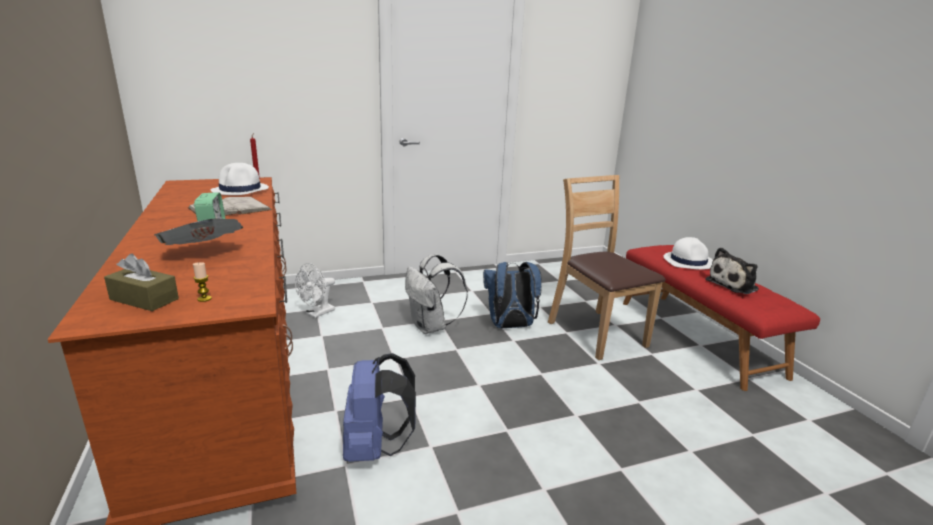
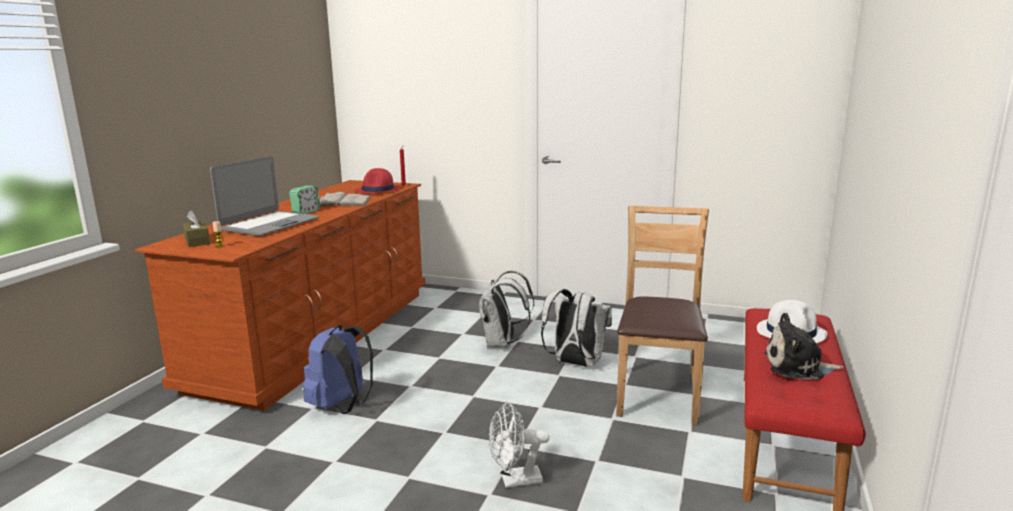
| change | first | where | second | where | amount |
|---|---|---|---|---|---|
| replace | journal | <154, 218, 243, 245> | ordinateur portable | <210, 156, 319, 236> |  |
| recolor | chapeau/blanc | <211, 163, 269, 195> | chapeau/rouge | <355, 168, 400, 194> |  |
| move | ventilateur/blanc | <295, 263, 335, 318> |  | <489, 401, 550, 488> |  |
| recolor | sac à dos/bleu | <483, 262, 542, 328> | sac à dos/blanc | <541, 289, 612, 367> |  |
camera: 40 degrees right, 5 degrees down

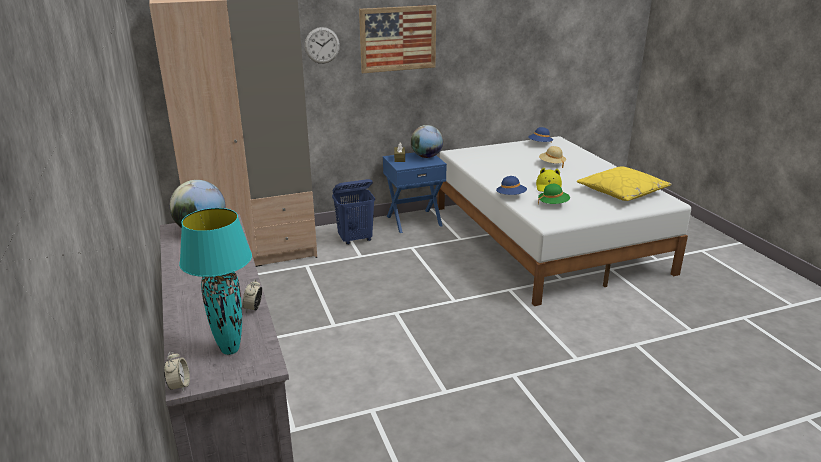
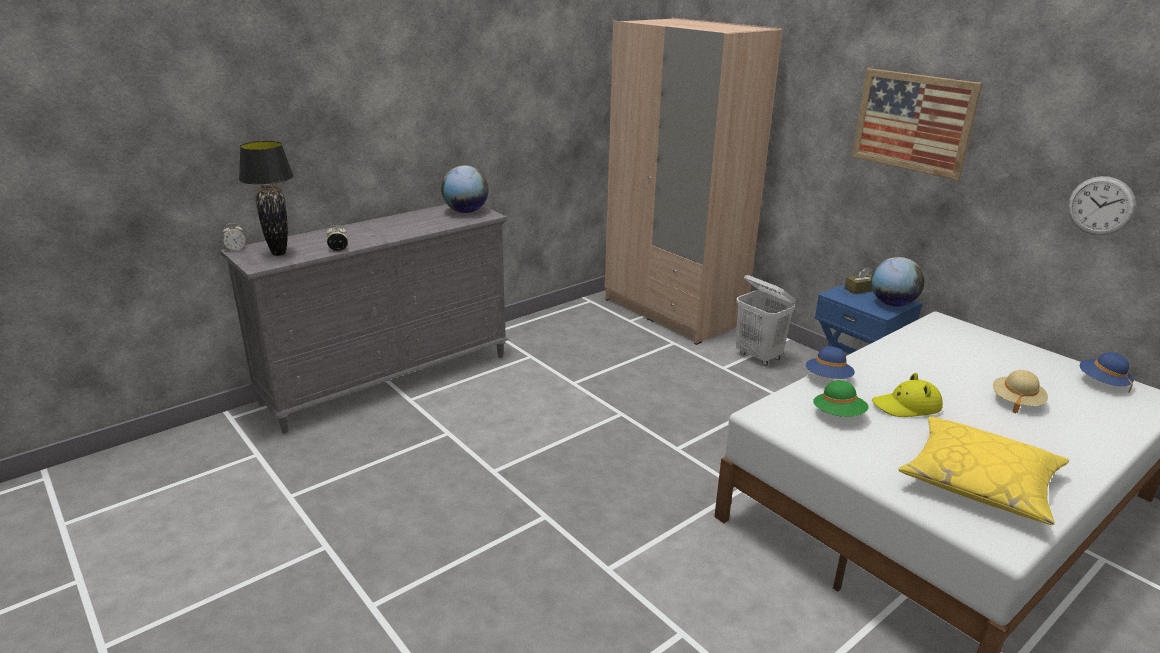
| change | first | where | second | where | amount |
|---|---|---|---|---|---|
| recolor | lampe de table/turquoise | <179, 208, 252, 355> | lampe de table/noir | <239, 141, 294, 256> |  |
| recolor | panier à linge/bleu | <332, 179, 375, 245> | panier à linge/blanc | <736, 275, 796, 366> |  |
| move | horloge murale | <305, 27, 340, 64> |  | <1068, 176, 1136, 235> |  |
camera: 70 degrees right, 0 degrees up

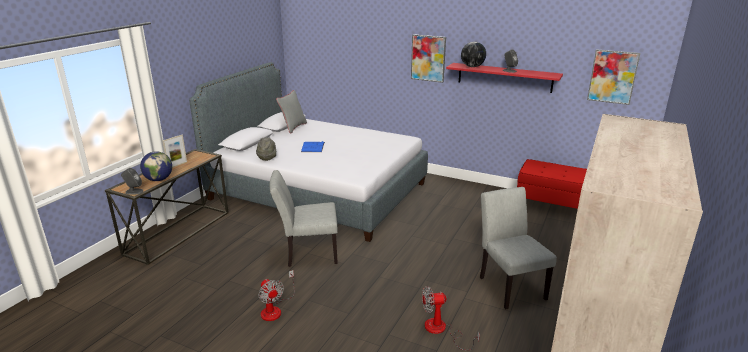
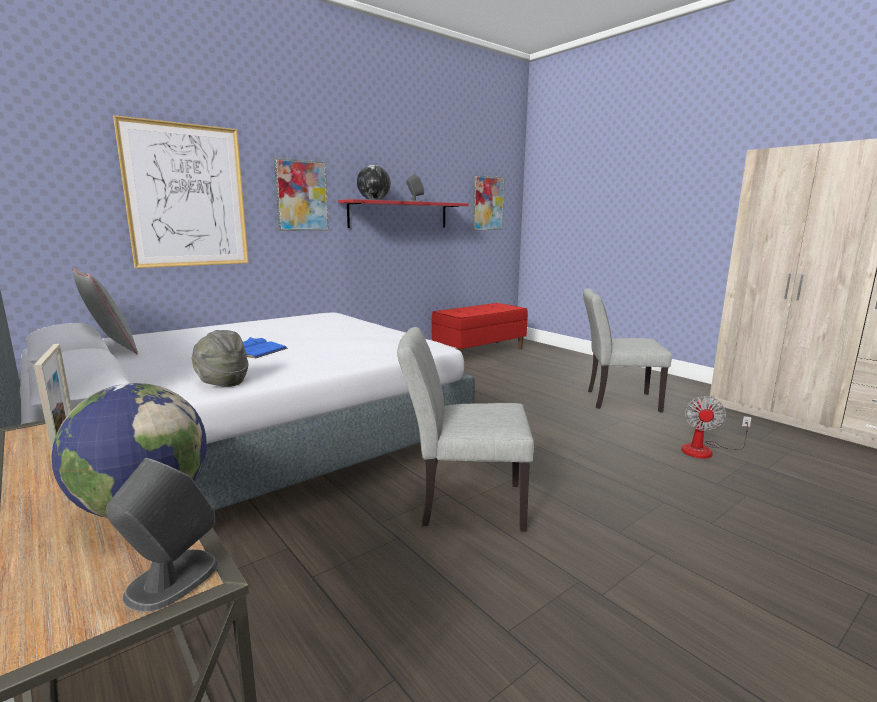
| change | first | where | second | where | amount |
|---|---|---|---|---|---|
| insert |  |  | tableau | <113, 115, 249, 268> |  |
| rotate | chaise/gris | <270, 170, 338, 267> |  | <397, 327, 534, 532> | 75 degrees clockwise |
| delete | ventilateur | <258, 270, 295, 321> |  |  |  |
camera: 65 degrees left, 10 degrees down

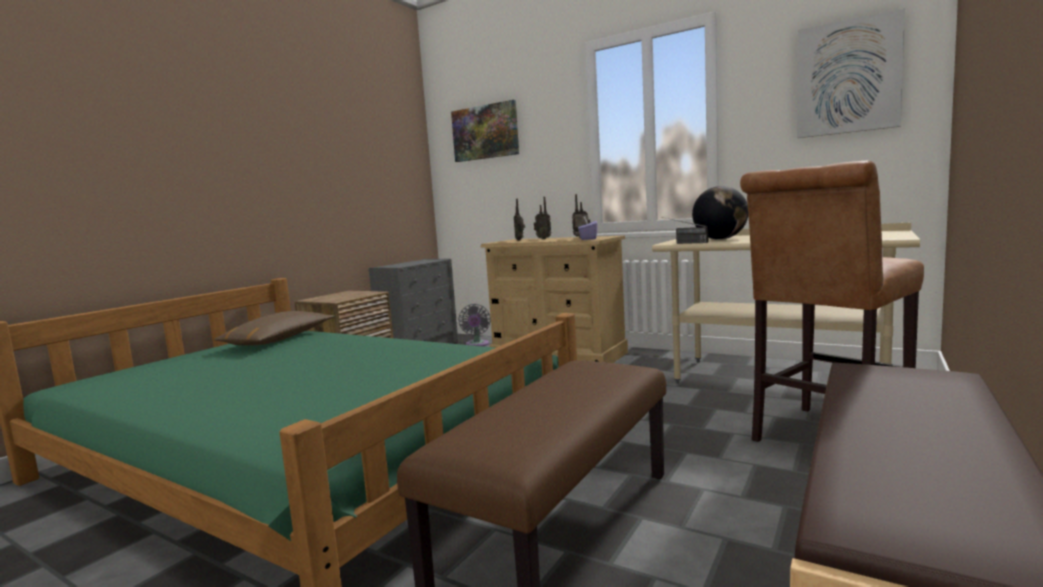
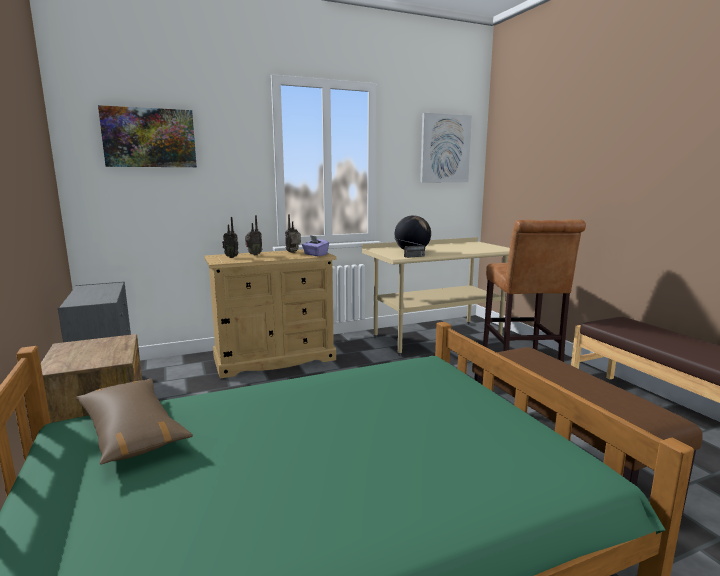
| change | first | where | second | where | amount |
|---|---|---|---|---|---|
| delete | ventilateur/gris | <458, 304, 491, 346> |  |  |  |
camera: 55 degrees left, 5 degrees up

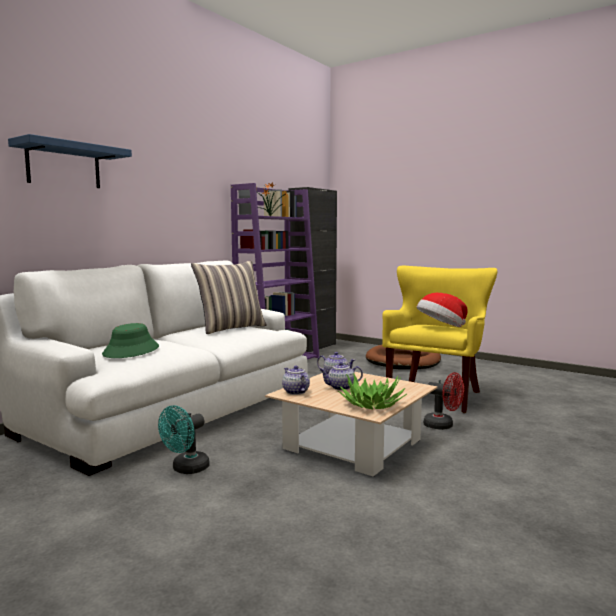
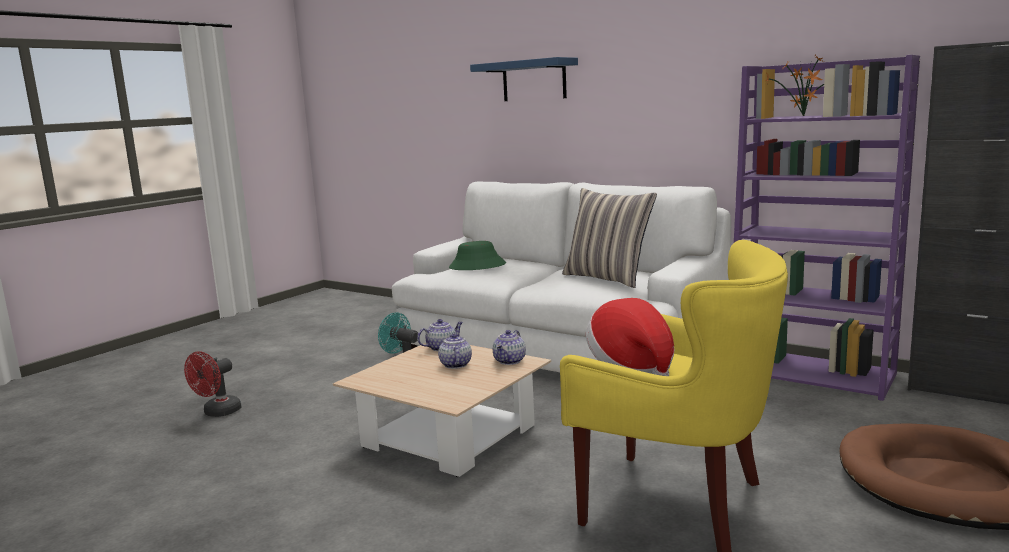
| change | first | where | second | where | amount |
|---|---|---|---|---|---|
| move | ventilateur/rouge | <423, 372, 464, 430> |  | <184, 351, 242, 417> |  |
| delete | plante en pot | <338, 373, 407, 409> |  |  |  |
camera: 90 degrees right, 5 degrees up

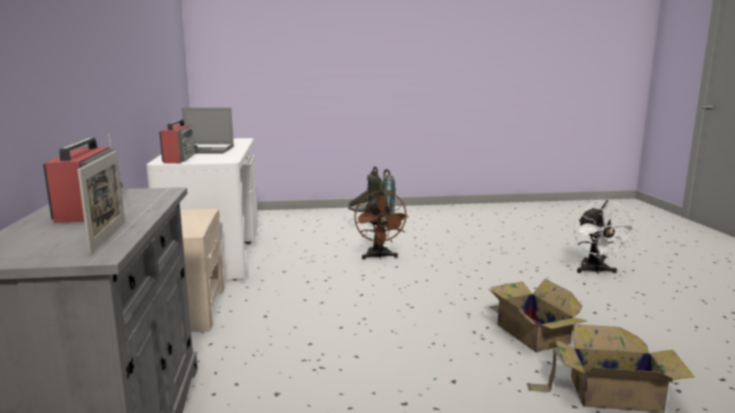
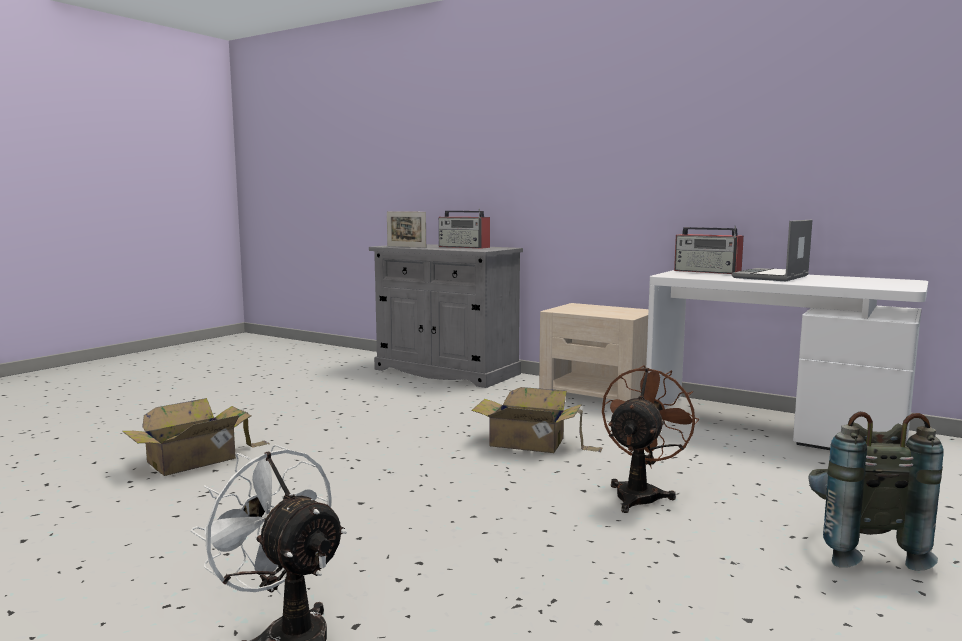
| change | first | where | second | where | amount |
|---|---|---|---|---|---|
| move | carton | <489, 279, 587, 352> |  | <471, 387, 602, 453> |  |
| rotate | ventilateur/marron | <354, 190, 409, 260> |  | <602, 365, 699, 513> | 90 degrees clockwise |
camera: 130 degrees right, 5 degrees down

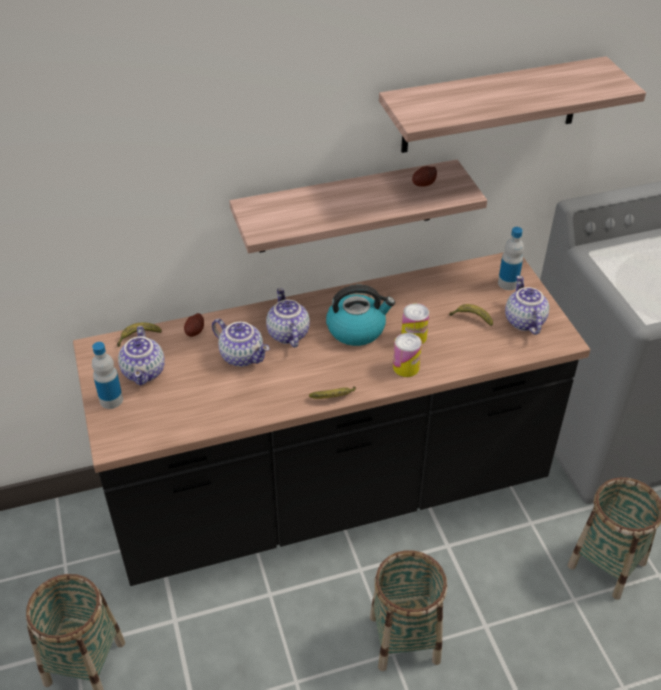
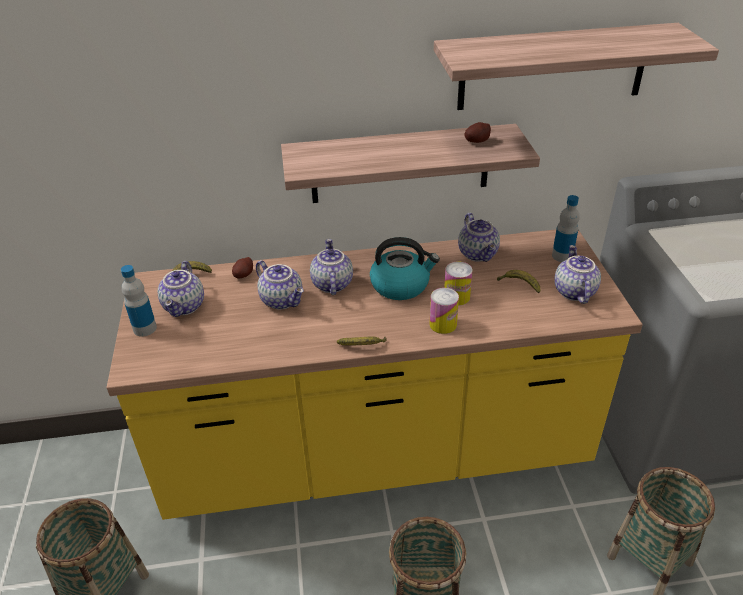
| change | first | where | second | where | amount |
|---|---|---|---|---|---|
| recolor | comptoir de cuisine/noir | <73, 252, 590, 586> | comptoir de cuisine/jaune | <107, 229, 643, 520> |  |
| insert |  |  | théière | <458, 213, 500, 262> |  |
camera: 10 degrees right, 5 degrees down

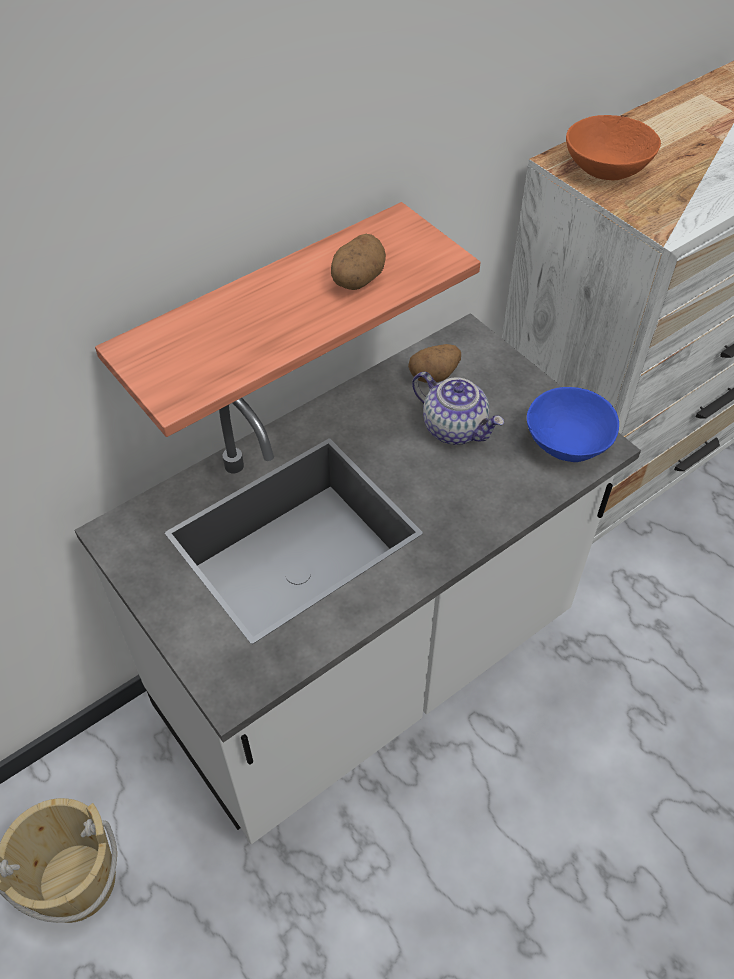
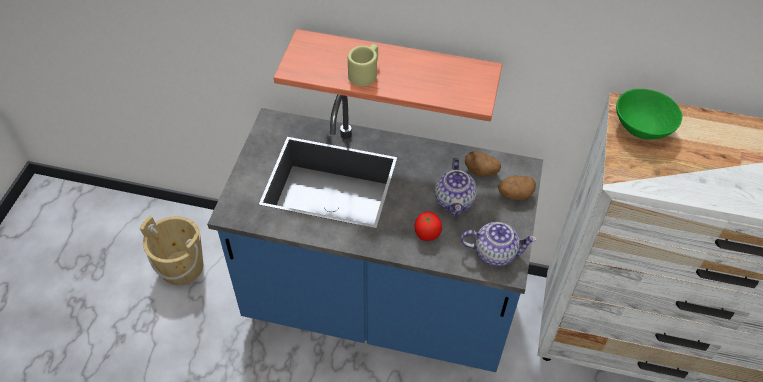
| change | first | where | second | where | amount |
|---|---|---|---|---|---|
| recolor | comptoir de cuisine/blanc | <75, 313, 641, 844> | comptoir de cuisine/bleu | <207, 95, 543, 372> |  |
| insert |  |  | mug/beige | <348, 44, 378, 87> |  |
| insert |  |  | tomate | <415, 211, 442, 241> |  |
| replace | bol/bleu | <527, 387, 619, 462> | théière | <461, 222, 537, 267> |  |
| move | pomme de terre | <331, 234, 386, 290> |  | <498, 175, 536, 200> |  |
| recolor | bol/orange | <566, 115, 661, 180> | bol/vert | <616, 89, 682, 140> |  |
camera: 50 degrees right, 0 degrees up

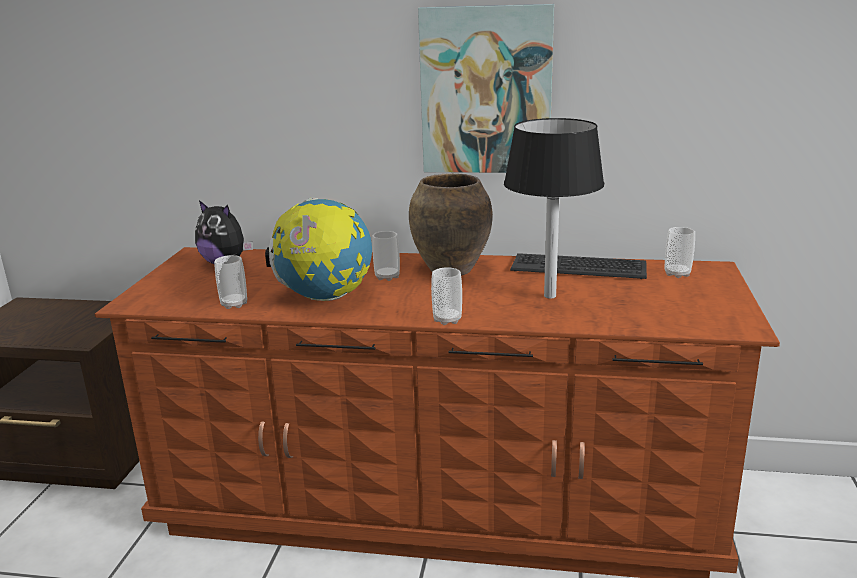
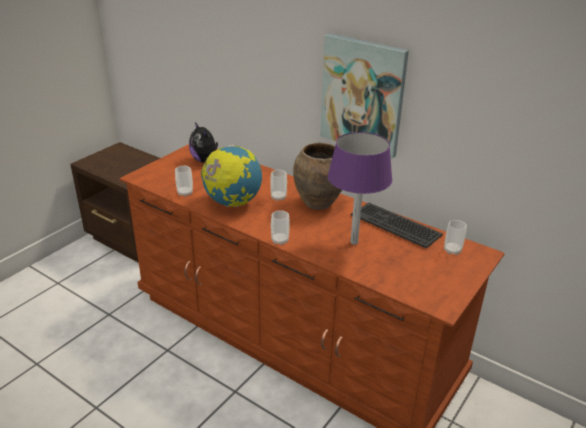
| change | first | where | second | where | amount |
|---|---|---|---|---|---|
| recolor | lampe de table/noir | <504, 118, 605, 298> | lampe de table/violet | <328, 132, 393, 245> |  |
camera: 25 degrees right, 10 degrees up

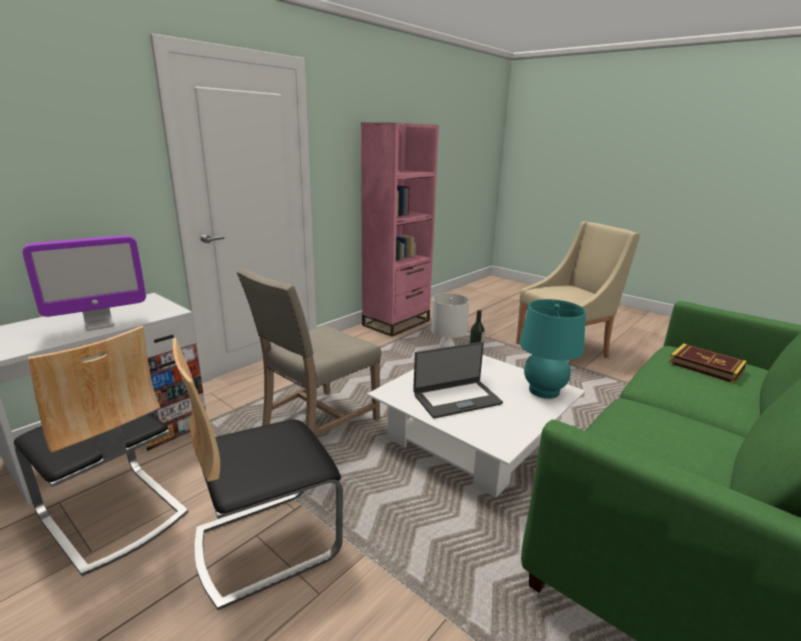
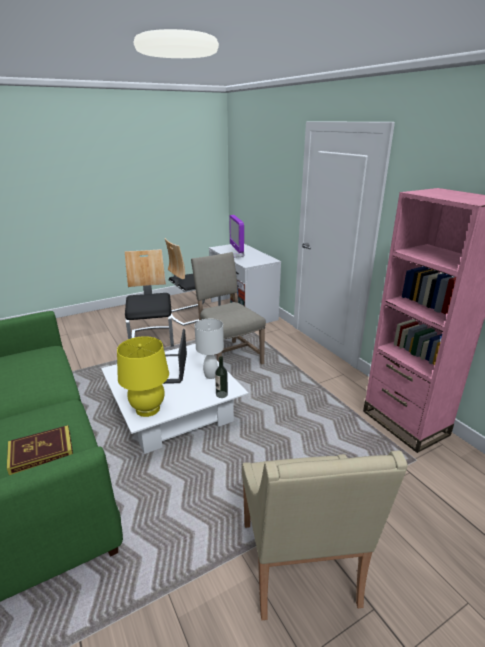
| change | first | where | second | where | amount |
|---|---|---|---|---|---|
| recolor | lampe de table/turquoise | <519, 299, 586, 399> | lampe de table/jaune | <117, 336, 169, 417> |  |
camera: 110 degrees right, 5 degrees up

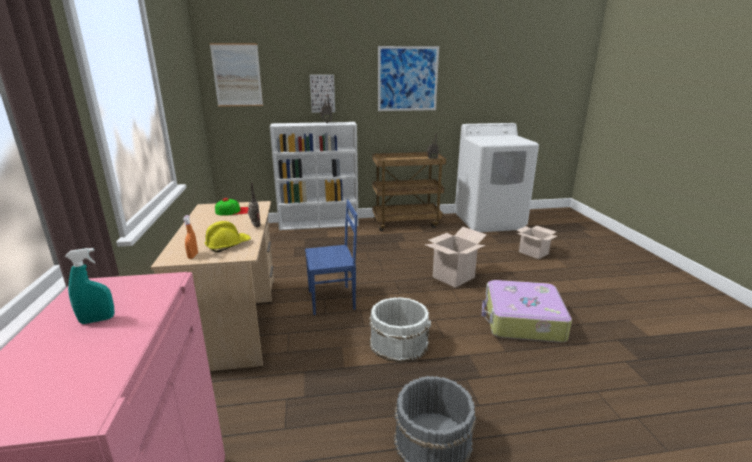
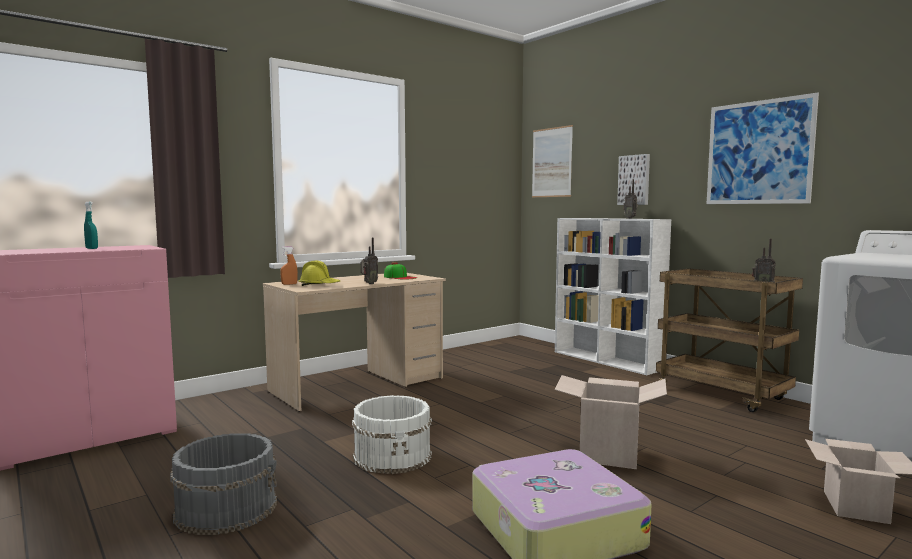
| change | first | where | second | where | amount |
|---|---|---|---|---|---|
| delete | chaise/bleu | <305, 200, 357, 315> |  |  |  |
camera: 60 degrees right, 15 degrees down

